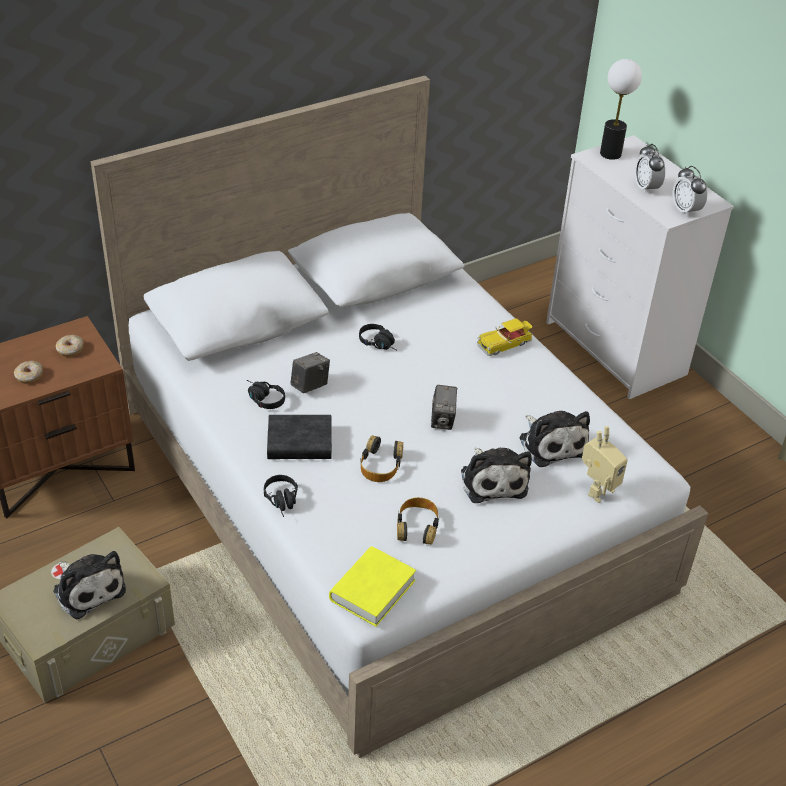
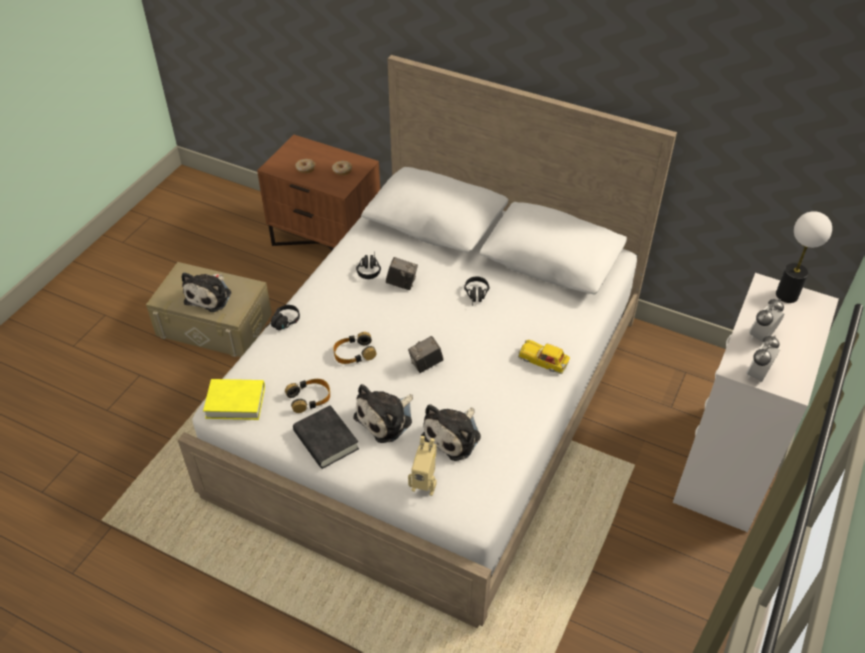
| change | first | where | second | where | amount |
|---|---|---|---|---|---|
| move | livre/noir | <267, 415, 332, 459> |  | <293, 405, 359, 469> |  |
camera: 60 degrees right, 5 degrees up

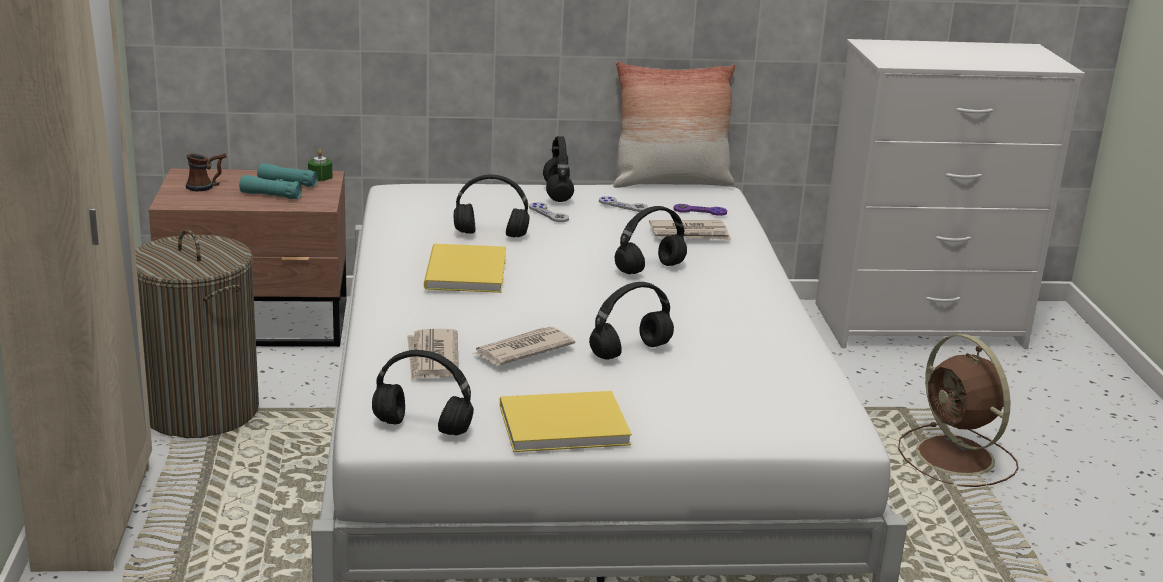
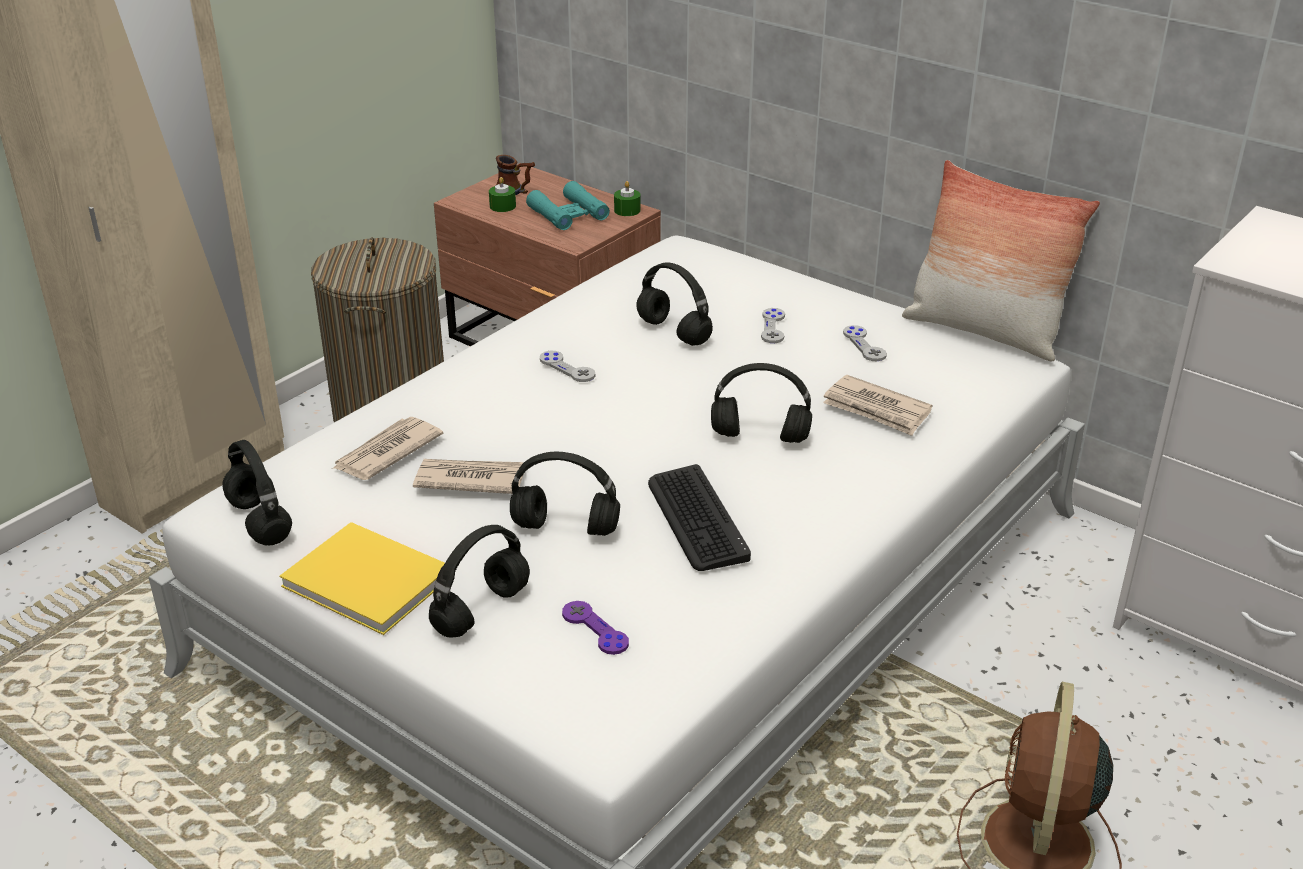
| change | first | where | second | where | amount |
|---|---|---|---|---|---|
| move | casque audio/noir | <543, 136, 574, 202> |  | <429, 525, 530, 638> |  |
| insert |  |  | bougie/vert | <489, 177, 516, 212> |  |
| replace | livre/jaune | <424, 244, 506, 293> | manette/gris | <540, 351, 595, 382> |  |
| move | manette/violet | <673, 204, 727, 216> |  | <562, 601, 629, 655> |  |
| insert |  |  | clavier | <648, 464, 751, 571> |  |
camera: 45 degrees right, 10 degrees up

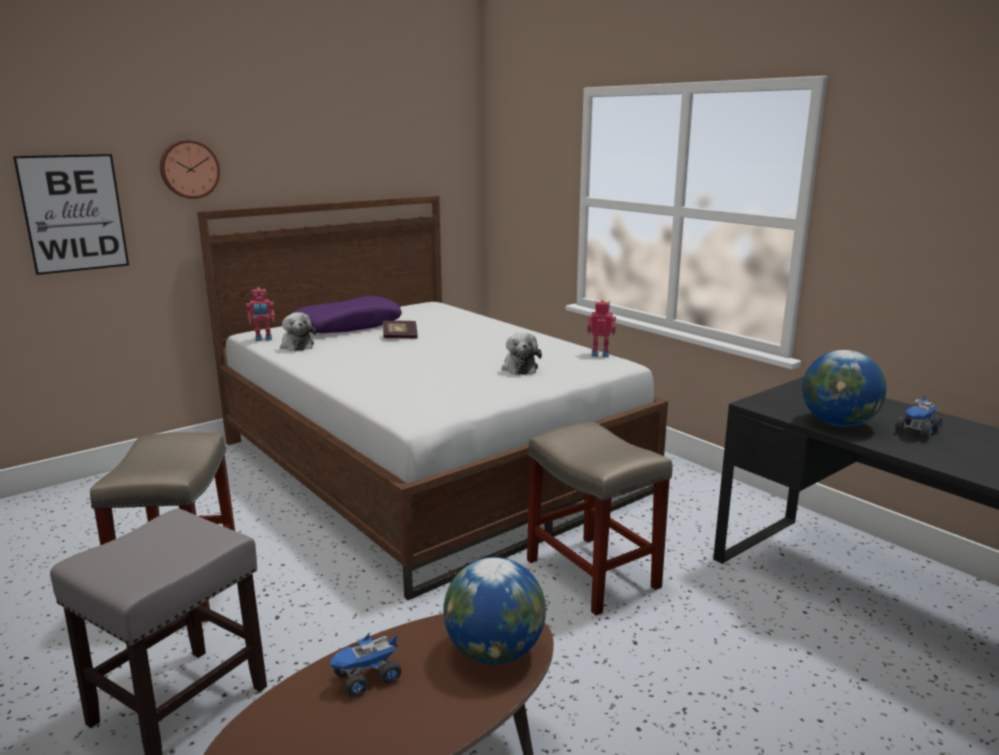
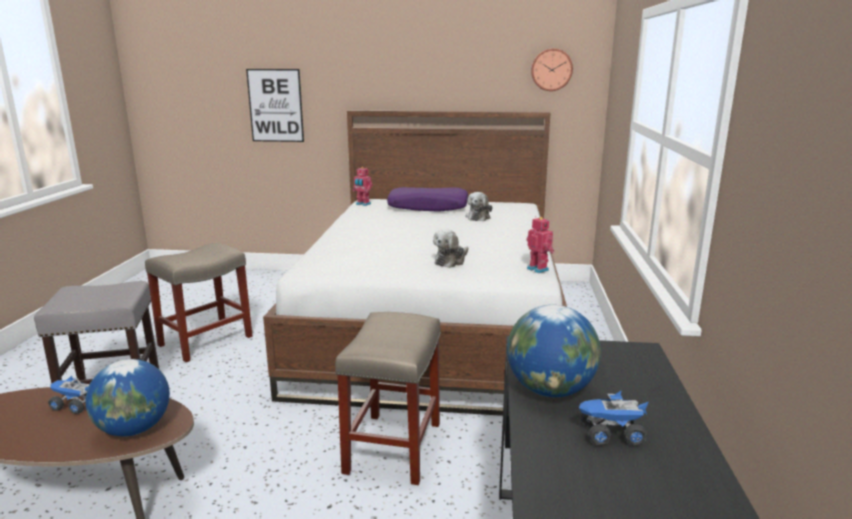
| change | first | where | second | where | amount |
|---|---|---|---|---|---|
| move | peluche | <280, 312, 316, 351> |  | <466, 192, 492, 221> |  |
| move | horloge murale | <160, 140, 220, 199> |  | <531, 49, 573, 91> |  |
| delete | livre | <382, 321, 418, 338> |  |  |  |
camera: 45 degrees right, 0 degrees up

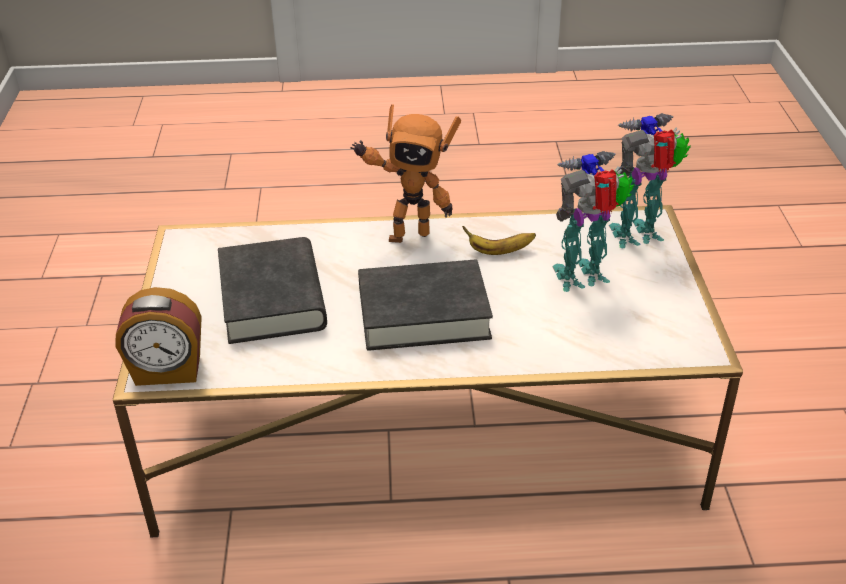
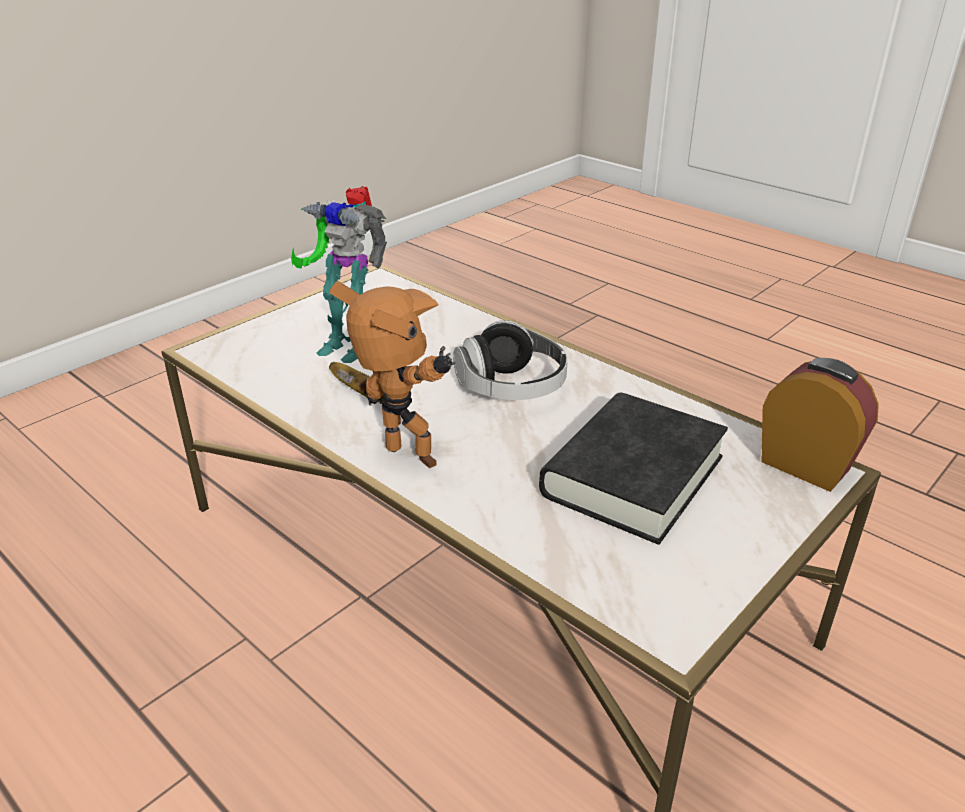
| change | first | where | second | where | amount |
|---|---|---|---|---|---|
| replace | livre/noir | <358, 259, 493, 351> | casque audio | <453, 320, 568, 400> |  |
| delete | robot jouet | <609, 113, 691, 248> |  |  |  |
camera: 135 degrees left, 5 degrees down

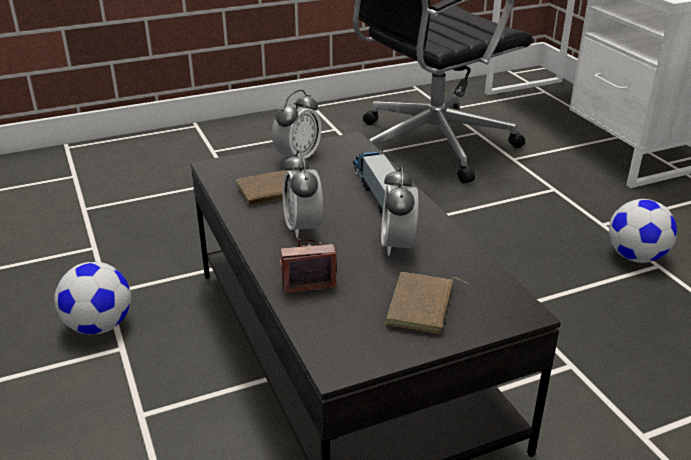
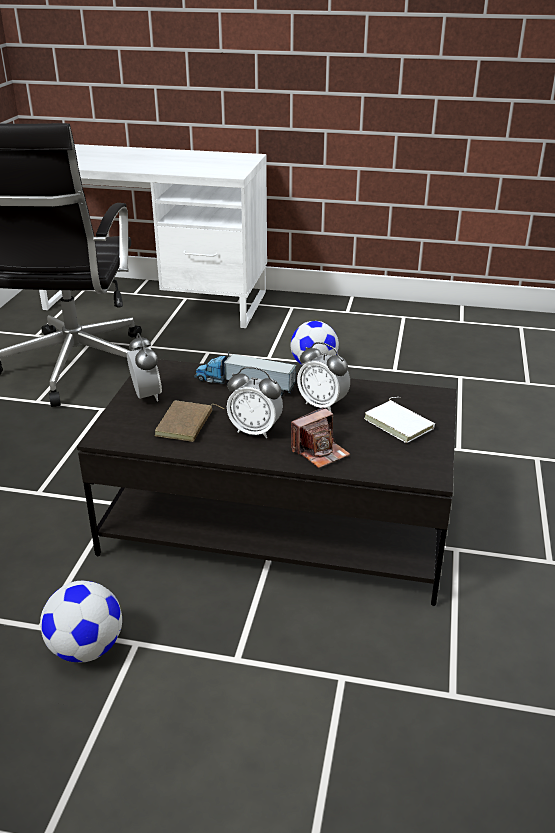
| change | first | where | second | where | amount |
|---|---|---|---|---|---|
| rotate | appareil photo | <280, 239, 338, 293> |  | <291, 407, 350, 468> | 150 degrees counterclockwise |
| recolor | livre/marron | <385, 272, 470, 334> | livre/blanc | <364, 397, 435, 443> |  |
camera: 55 degrees left, 0 degrees up

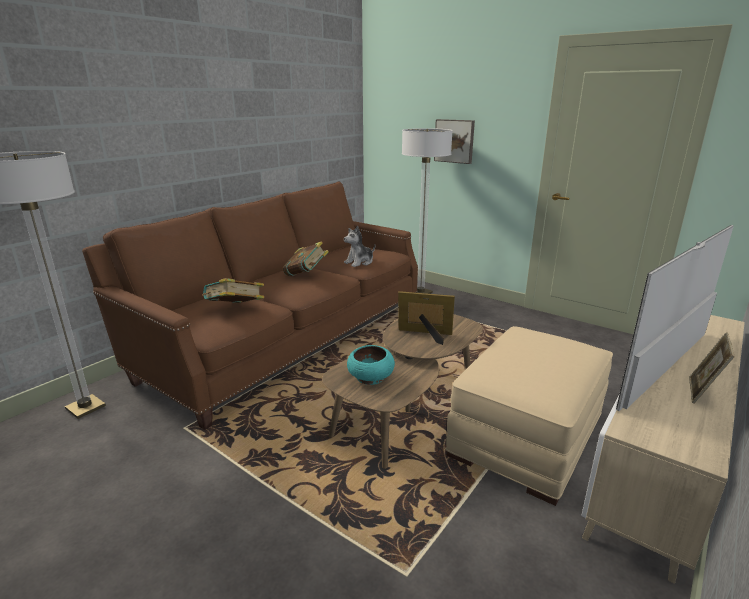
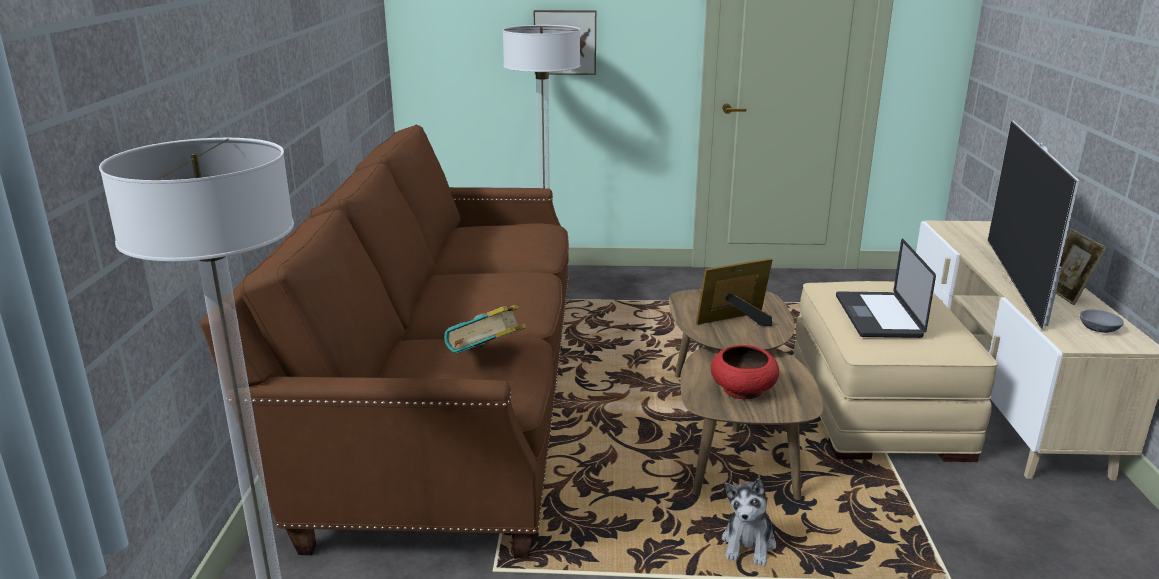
| change | first | where | second | where | amount |
|---|---|---|---|---|---|
| recolor | bol/turquoise | <347, 345, 395, 385> | bol/rouge | <711, 345, 779, 400> |  |
| move | peluche | <344, 226, 375, 267> |  | <722, 478, 776, 566> |  |
| insert |  |  | ordinateur portable | <836, 238, 936, 338> |  |
| insert |  |  | bol/gris | <1080, 310, 1124, 333> |  |
| delete | livre | <283, 241, 329, 276> |  |  |  |
camera: 35 degrees left, 0 degrees up

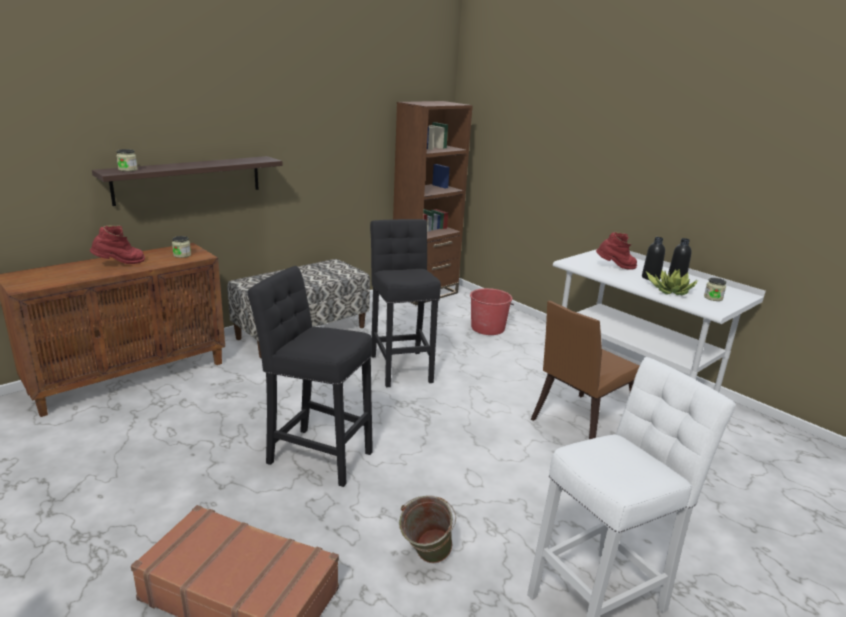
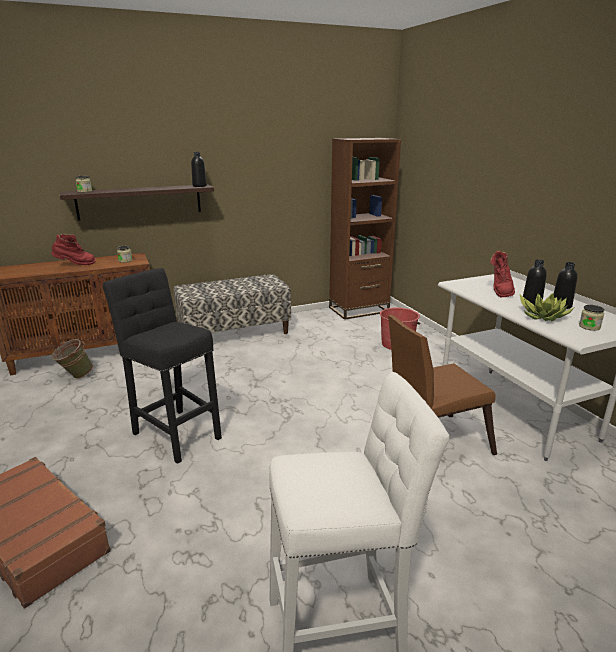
| change | first | where | second | where | amount |
|---|---|---|---|---|---|
| move | seau/vert | <399, 495, 456, 563> |  | <51, 339, 93, 379> |  |
| insert |  |  | bouteille/noir | <191, 152, 207, 187> |  |
| rotate | botte/rouge | <596, 232, 637, 270> |  | <490, 250, 515, 297> | 90 degrees clockwise |
| delete | tabouret/noir | <370, 219, 441, 387> |  |  |  |
camera: 20 degrees right, 0 degrees up

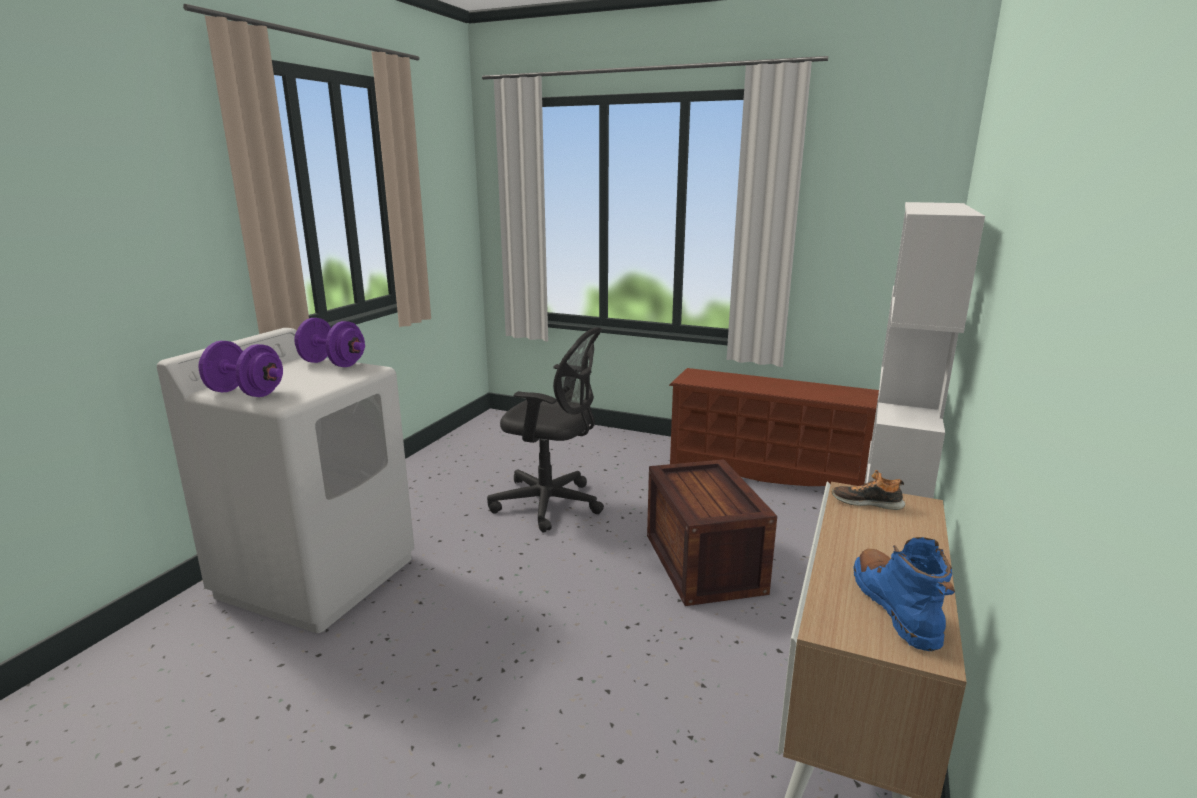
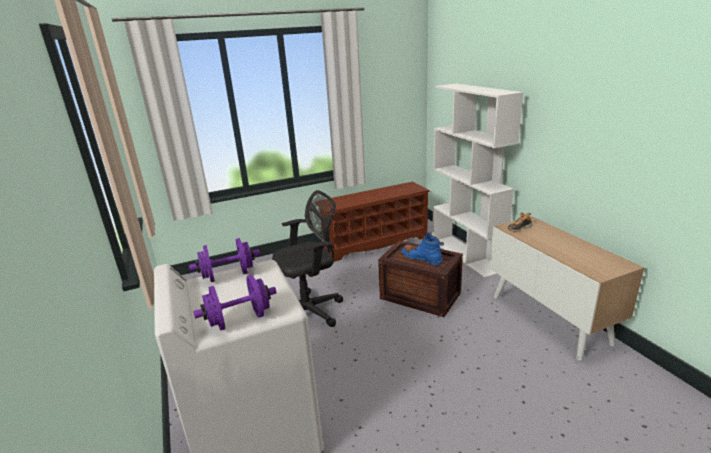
| change | first | where | second | where | amount |
|---|---|---|---|---|---|
| move | botte/bleu | <853, 537, 955, 651> |  | <402, 233, 444, 265> |  |
camera: 45 degrees left, 5 degrees up

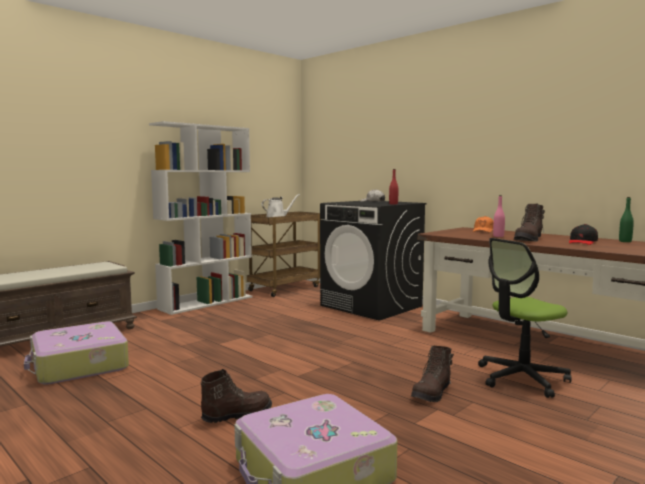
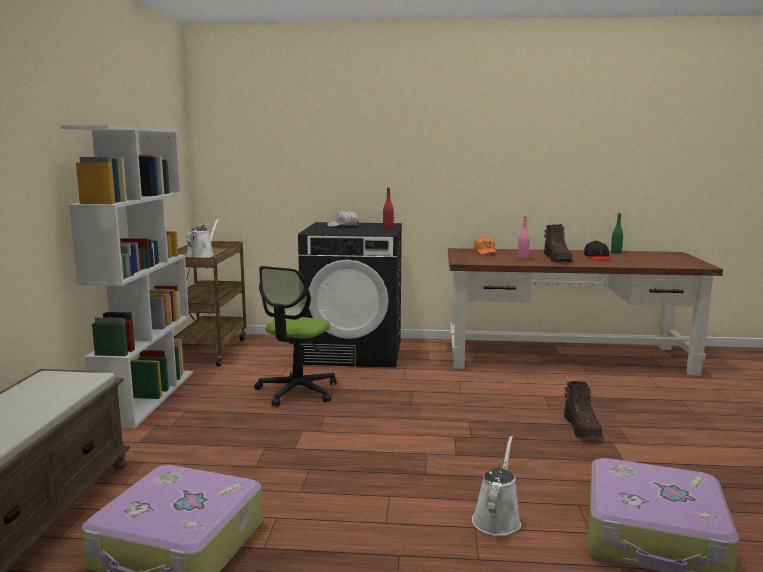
| change | first | where | second | where | amount |
|---|---|---|---|---|---|
| move | chaise de bureau | <478, 238, 572, 398> |  | <254, 266, 337, 406> |  |
| replace | botte/marron | <200, 369, 272, 423> | arrosoir/blanc | <472, 436, 521, 536> |  |
camera: 40 degrees left, 5 degrees up

